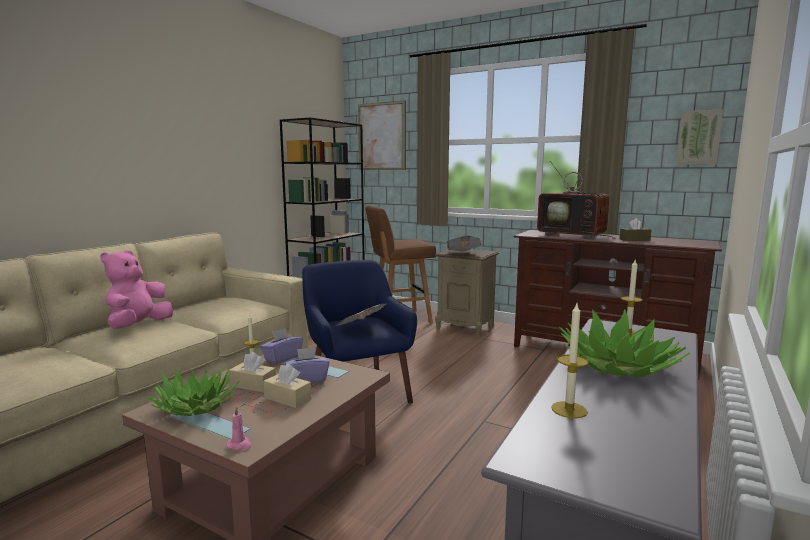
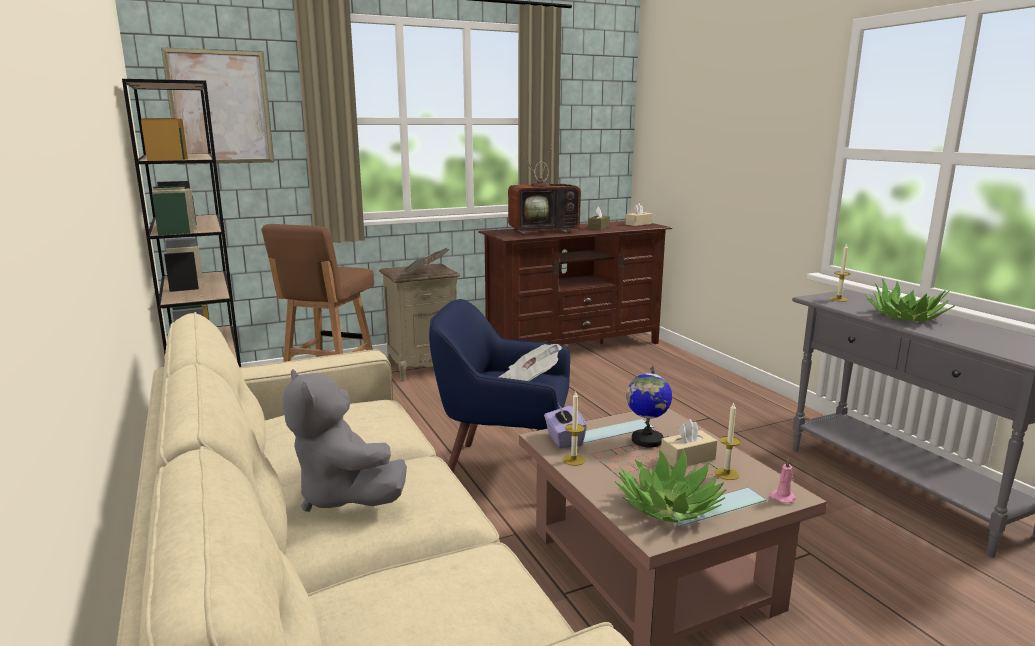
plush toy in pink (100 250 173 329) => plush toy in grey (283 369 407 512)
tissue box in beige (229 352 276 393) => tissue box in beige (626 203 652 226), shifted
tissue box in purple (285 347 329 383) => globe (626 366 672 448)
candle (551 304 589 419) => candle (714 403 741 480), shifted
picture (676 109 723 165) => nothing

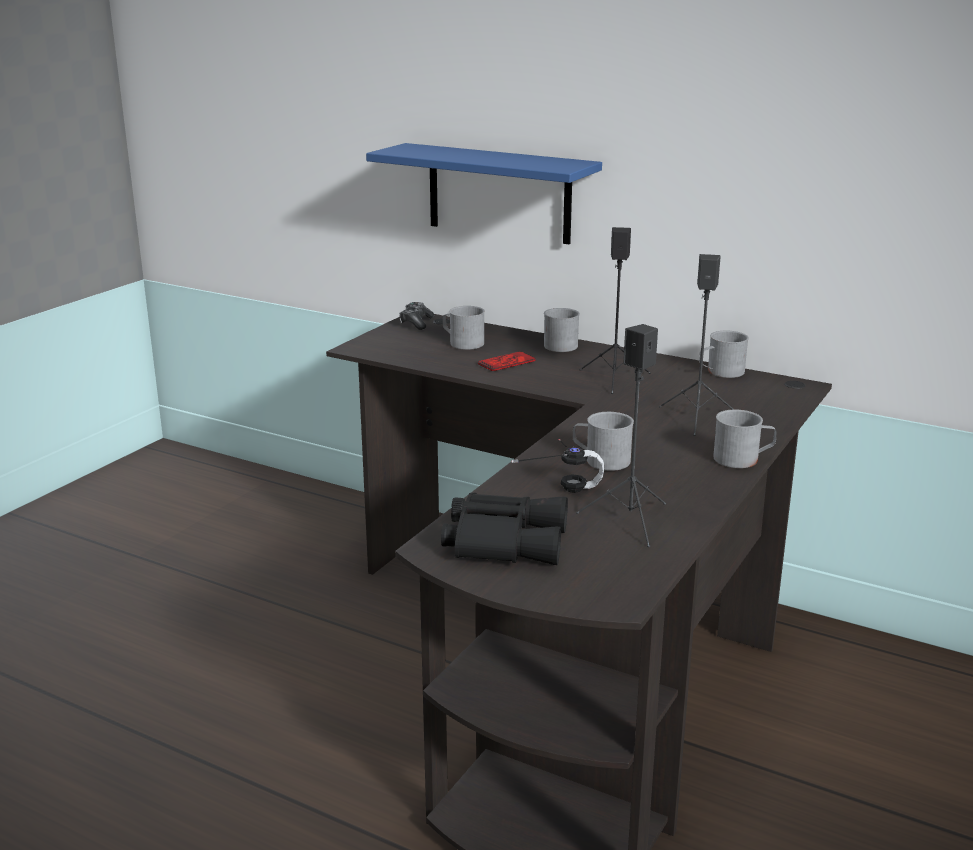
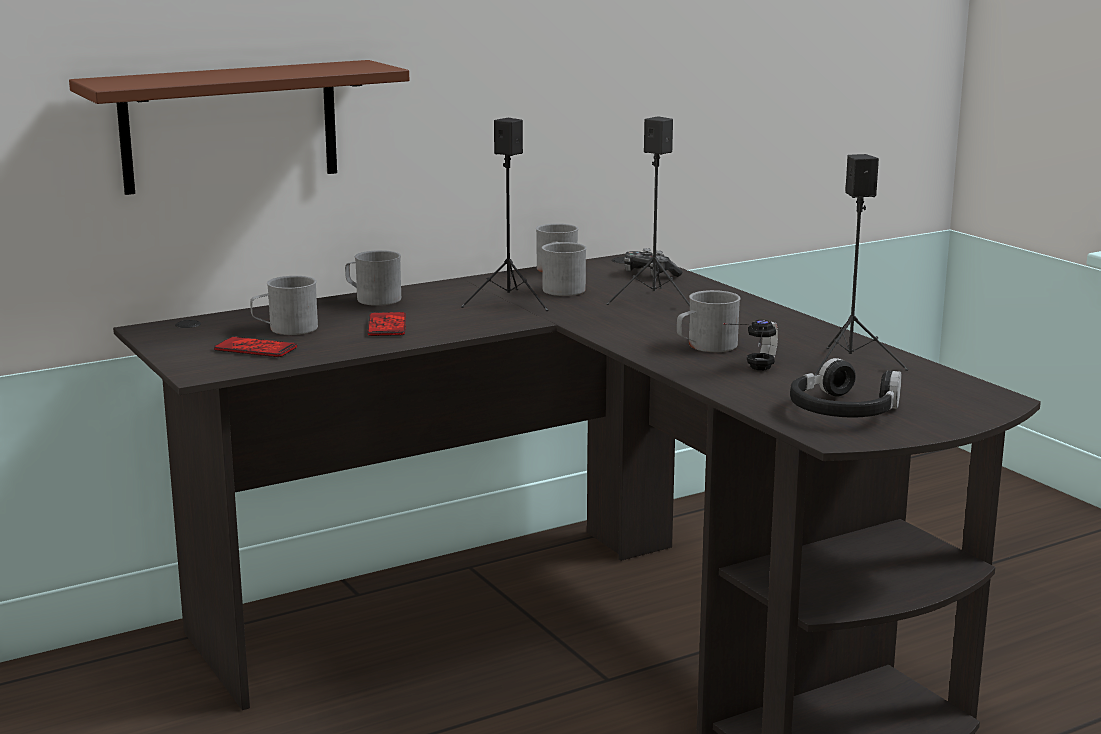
shelf in blue (366 143 602 244) => shelf in brown (69 60 409 195)
game controller (399 302 435 330) => game controller (624 248 682 277), shifted
binoculars in black (441 493 568 565) => headphones in black (790 358 901 417)
mug in grey (713 410 777 468) => mug in grey (542 242 587 296), shifted
nothing => phone (214 337 297 357)

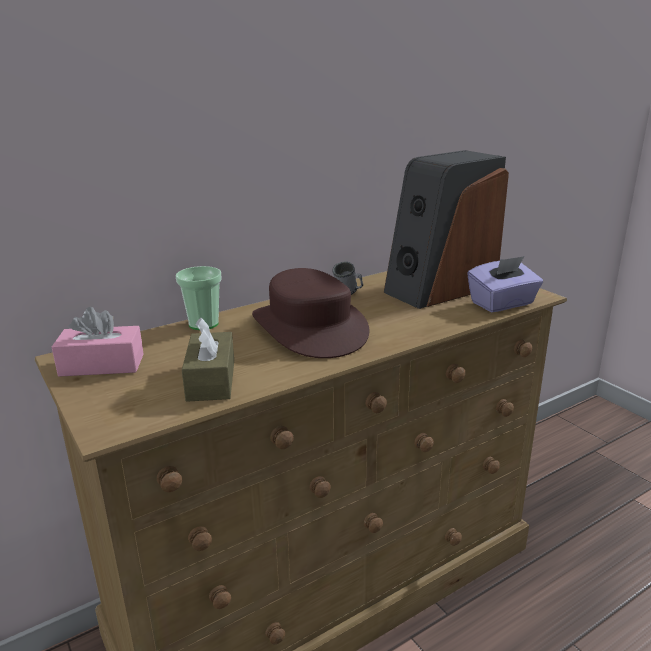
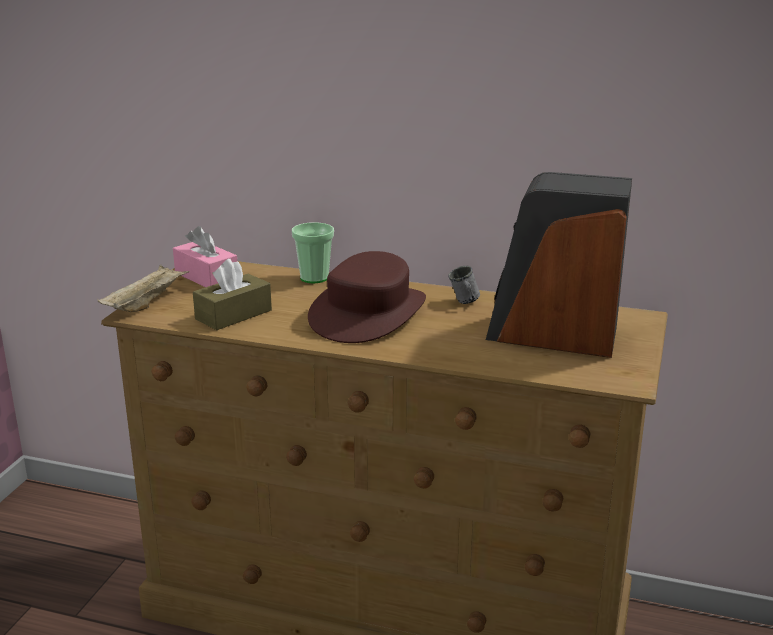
tissue box in purple (467 256 543 312) => nothing
nothing => tray in beige (98 265 190 312)

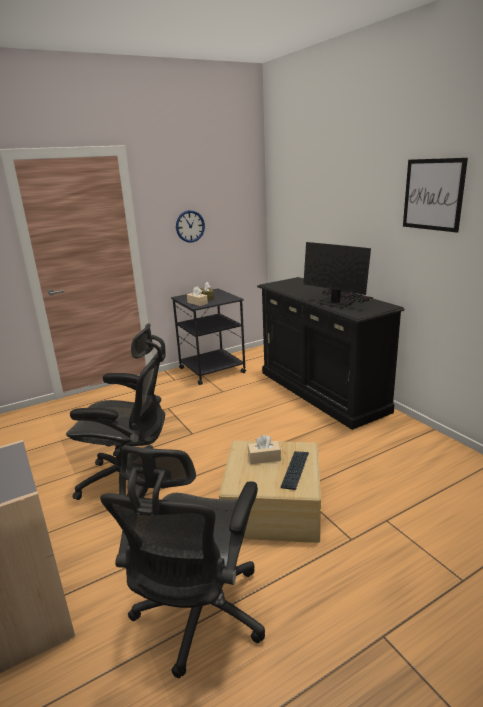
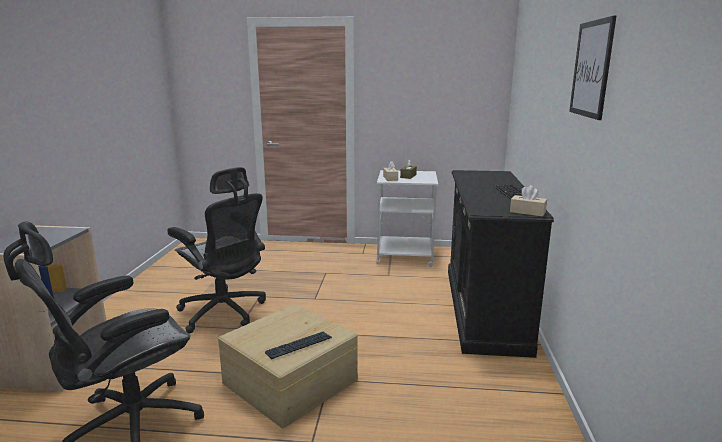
cart in black (171 288 246 385) => cart in white (377 170 438 267)
wall clock (176 210 205 242) => nothing
tissue box in beige (248 435 281 464) => tissue box in beige (510 185 547 217), shifted
monitor (303 242 371 308) => nothing

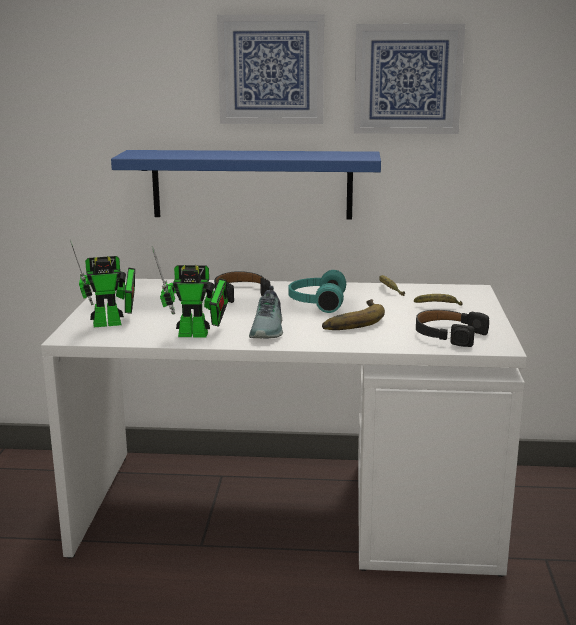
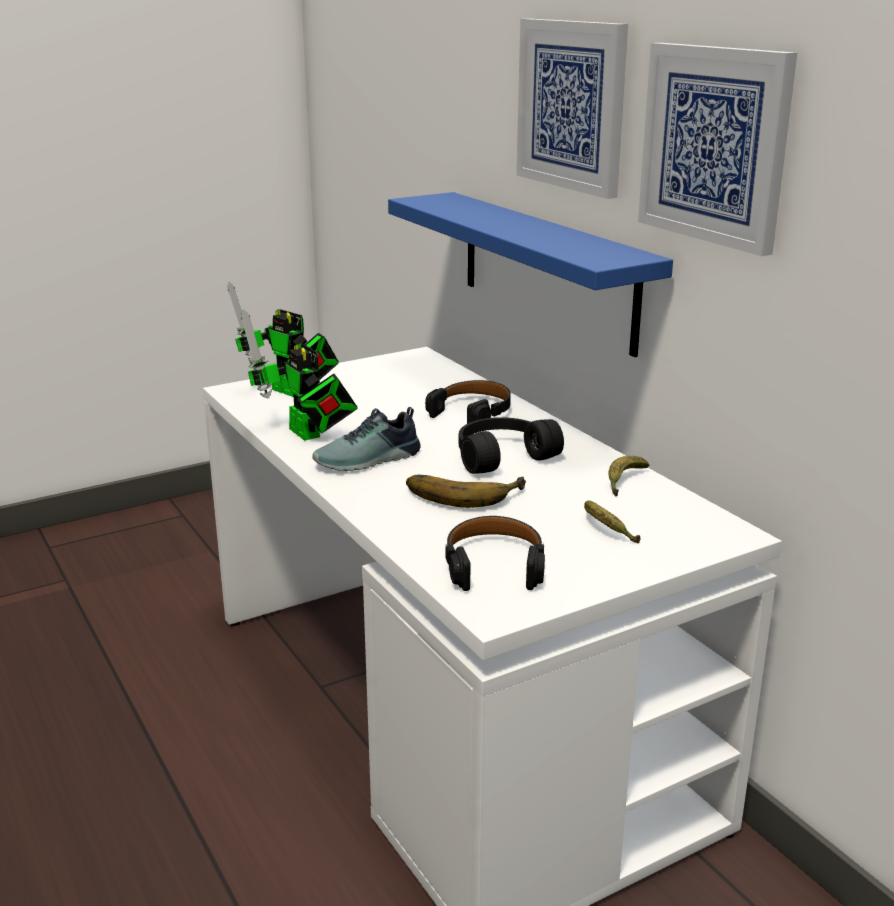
headphones in turquoise (288 270 346 313) => headphones in black (459 417 564 474)

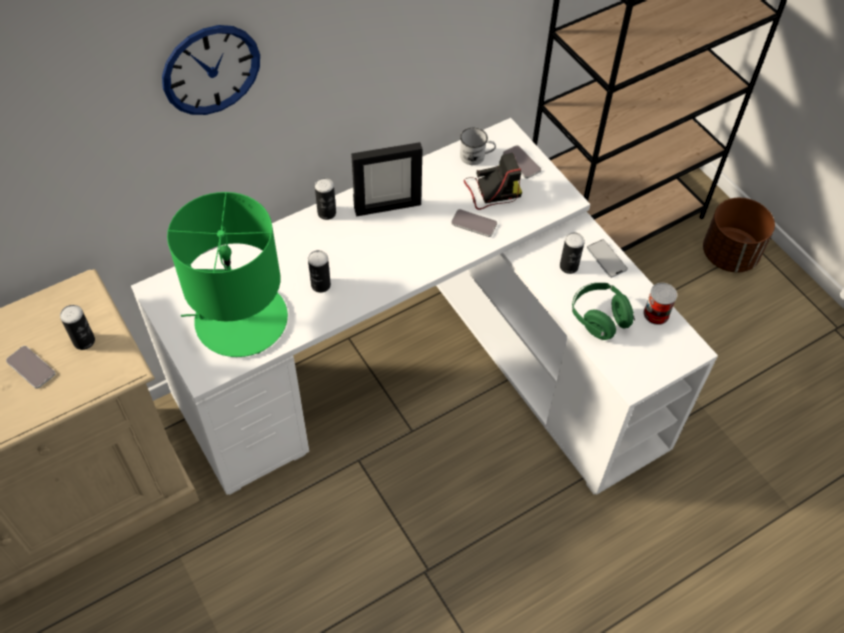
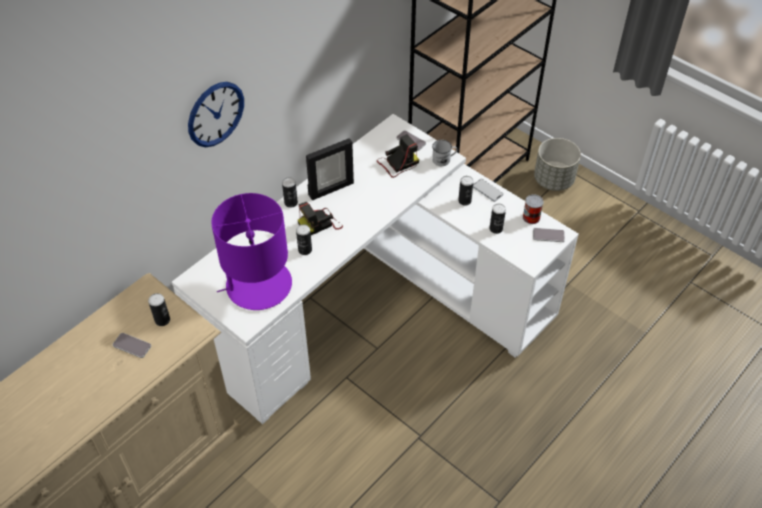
table lamp in green (167 192 288 357) => table lamp in purple (211 193 292 310)
phone (451 209 497 237) => phone (533 228 565 242), shifted
mug in white (460 128 496 165) => mug in white (432 140 458 166), shifted
headphones in green (572 283 635 340) => can (489 204 506 234)
planter in brown (703 198 775 273) => planter in grey (534 138 581 191)
nothing => photo camera (298 202 343 235)

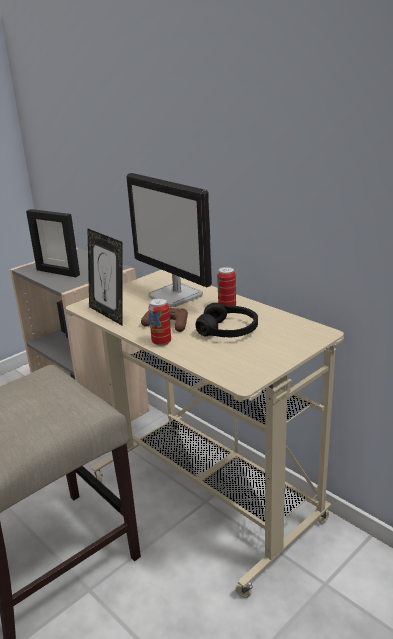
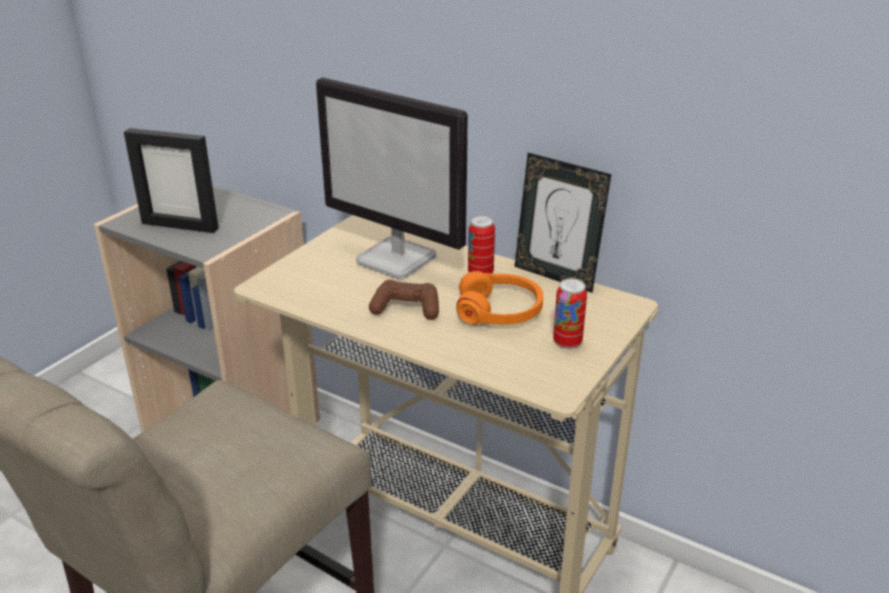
picture frame (87 228 123 326) => picture frame (514 153 611 293), shifted
can (149 298 171 346) => can (553 279 587 349), shifted
headphones in black (196 303 258 337) => headphones in orange (456 271 543 325)

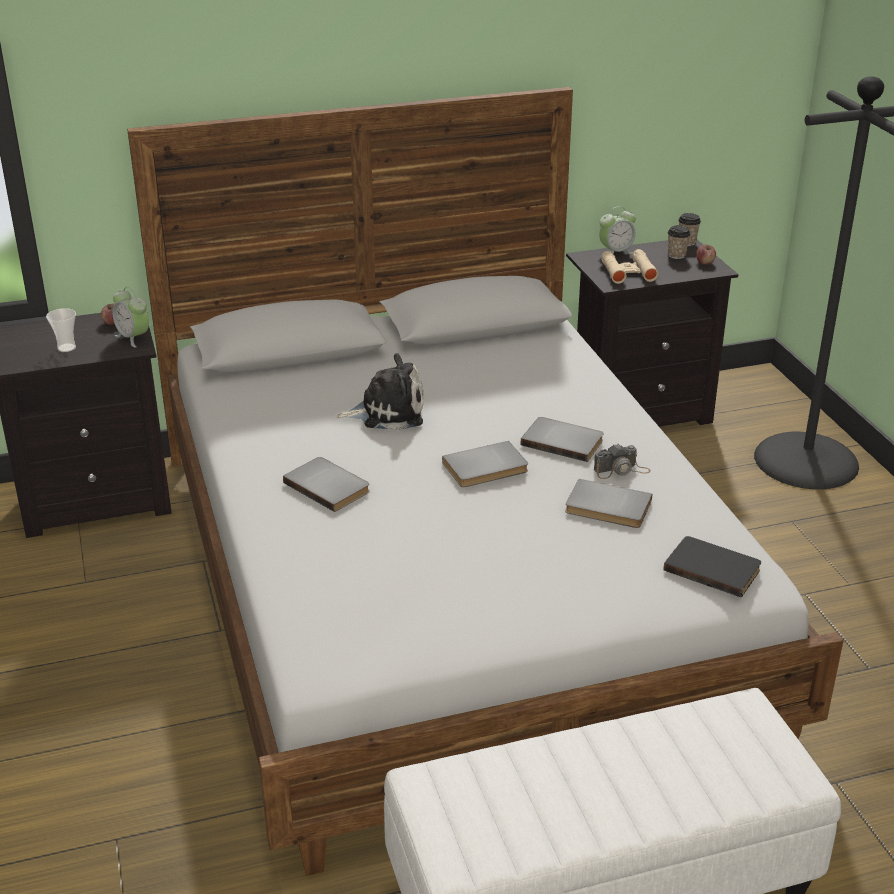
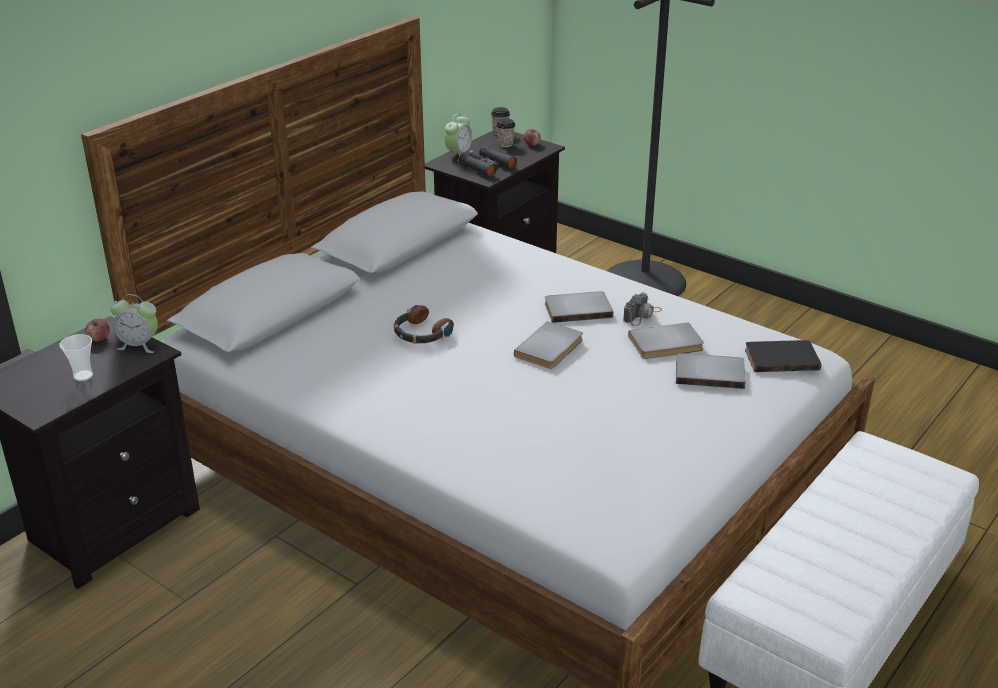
book in grey (283 457 370 512) => book in grey (676 353 746 389), shifted
plush toy (336 353 424 430) => headphones (394 305 454 344)
binoculars in beige (601 249 658 284) => binoculars in black (458 146 517 177)

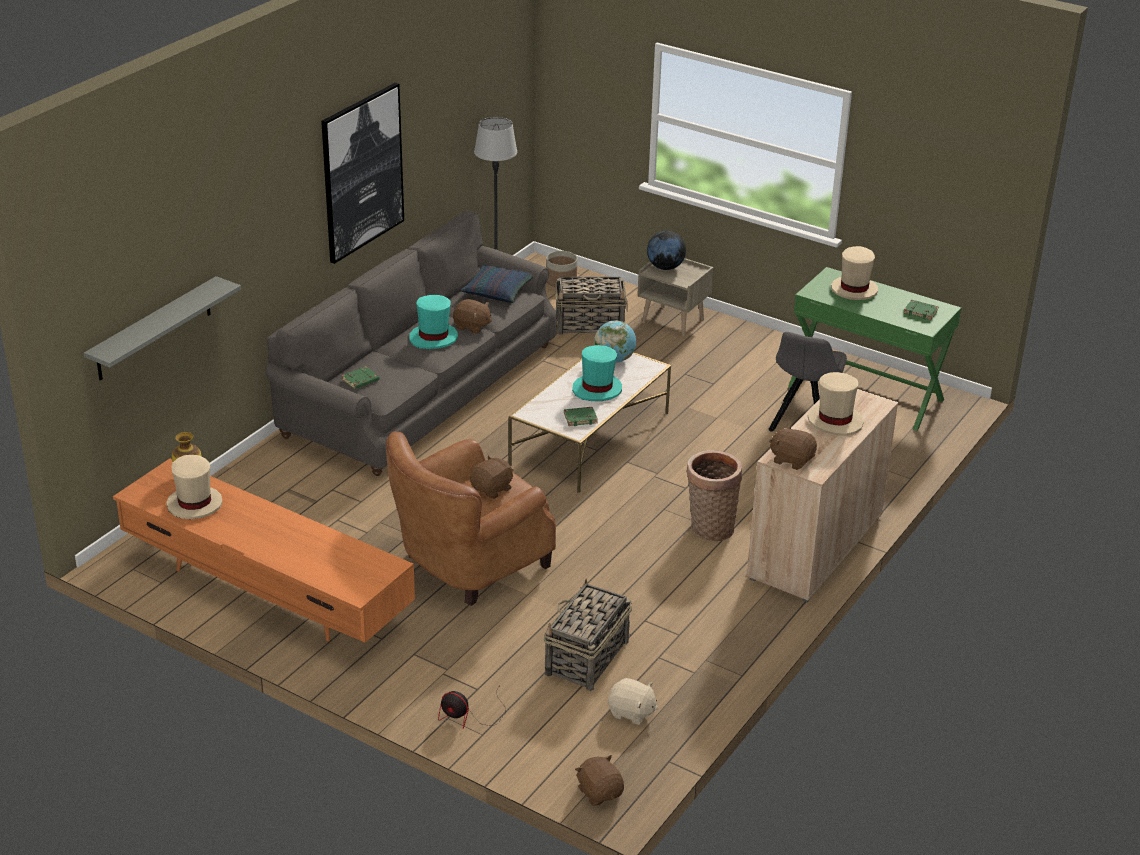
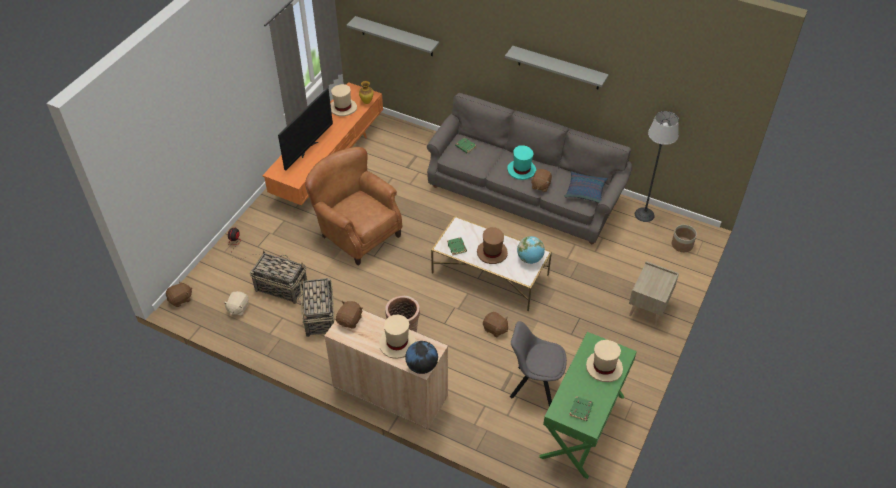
picture (321 83 404 264) => shelf in grey (505 46 609 89)
plush toy in brown (470 455 514 499) => plush toy in brown (483 312 508 338), shifted
basket (555 277 628 335) => basket (298 278 334 337), shifted
hat in turquoise (572 345 622 401) => hat in brown (477 227 508 264)
globe (647 231 686 270) => globe (405 341 438 374), shifted
nothing => television (278 88 333 171)

